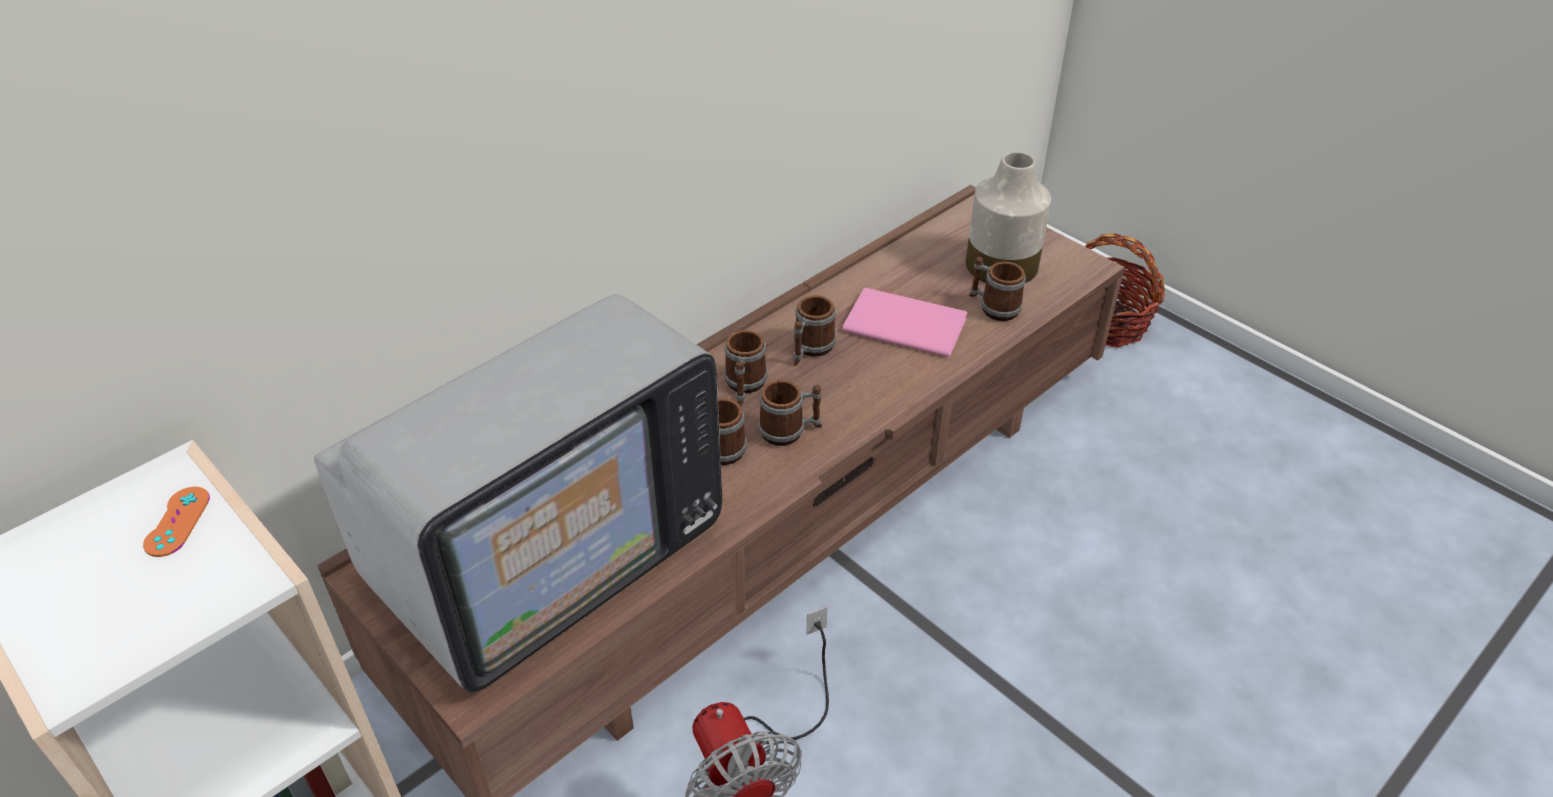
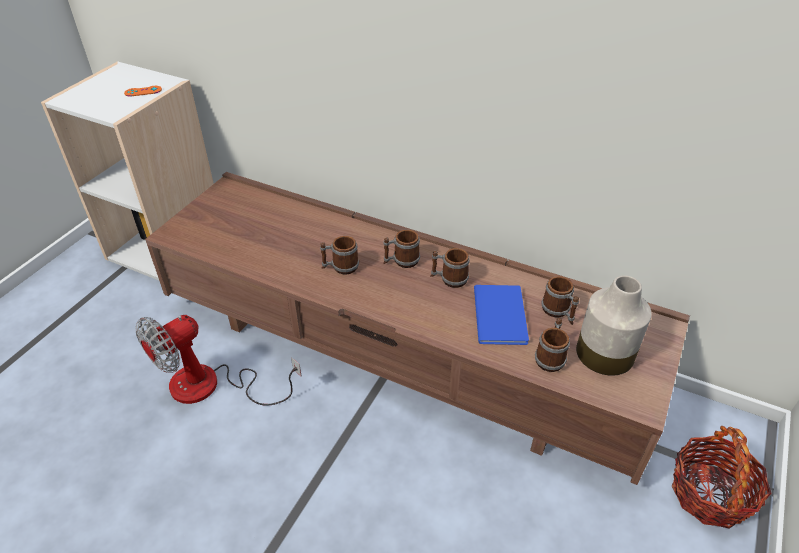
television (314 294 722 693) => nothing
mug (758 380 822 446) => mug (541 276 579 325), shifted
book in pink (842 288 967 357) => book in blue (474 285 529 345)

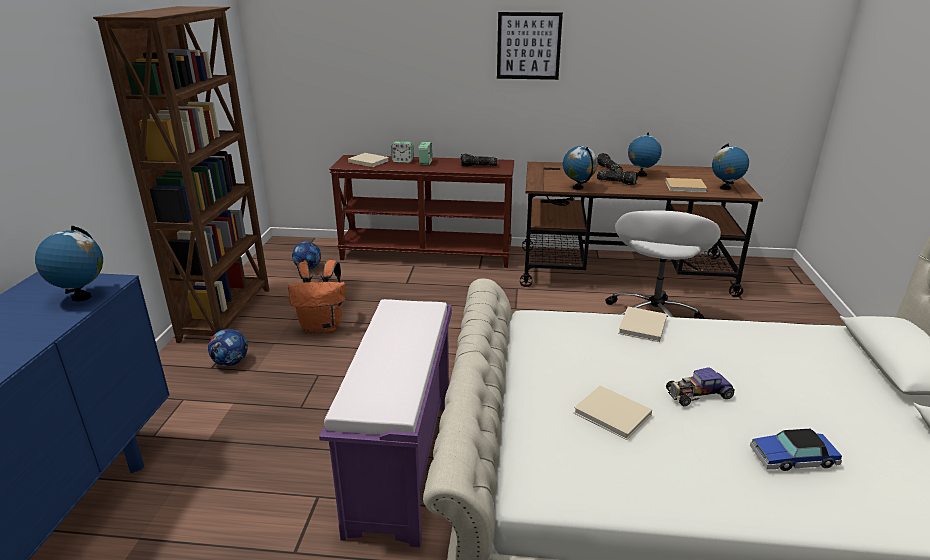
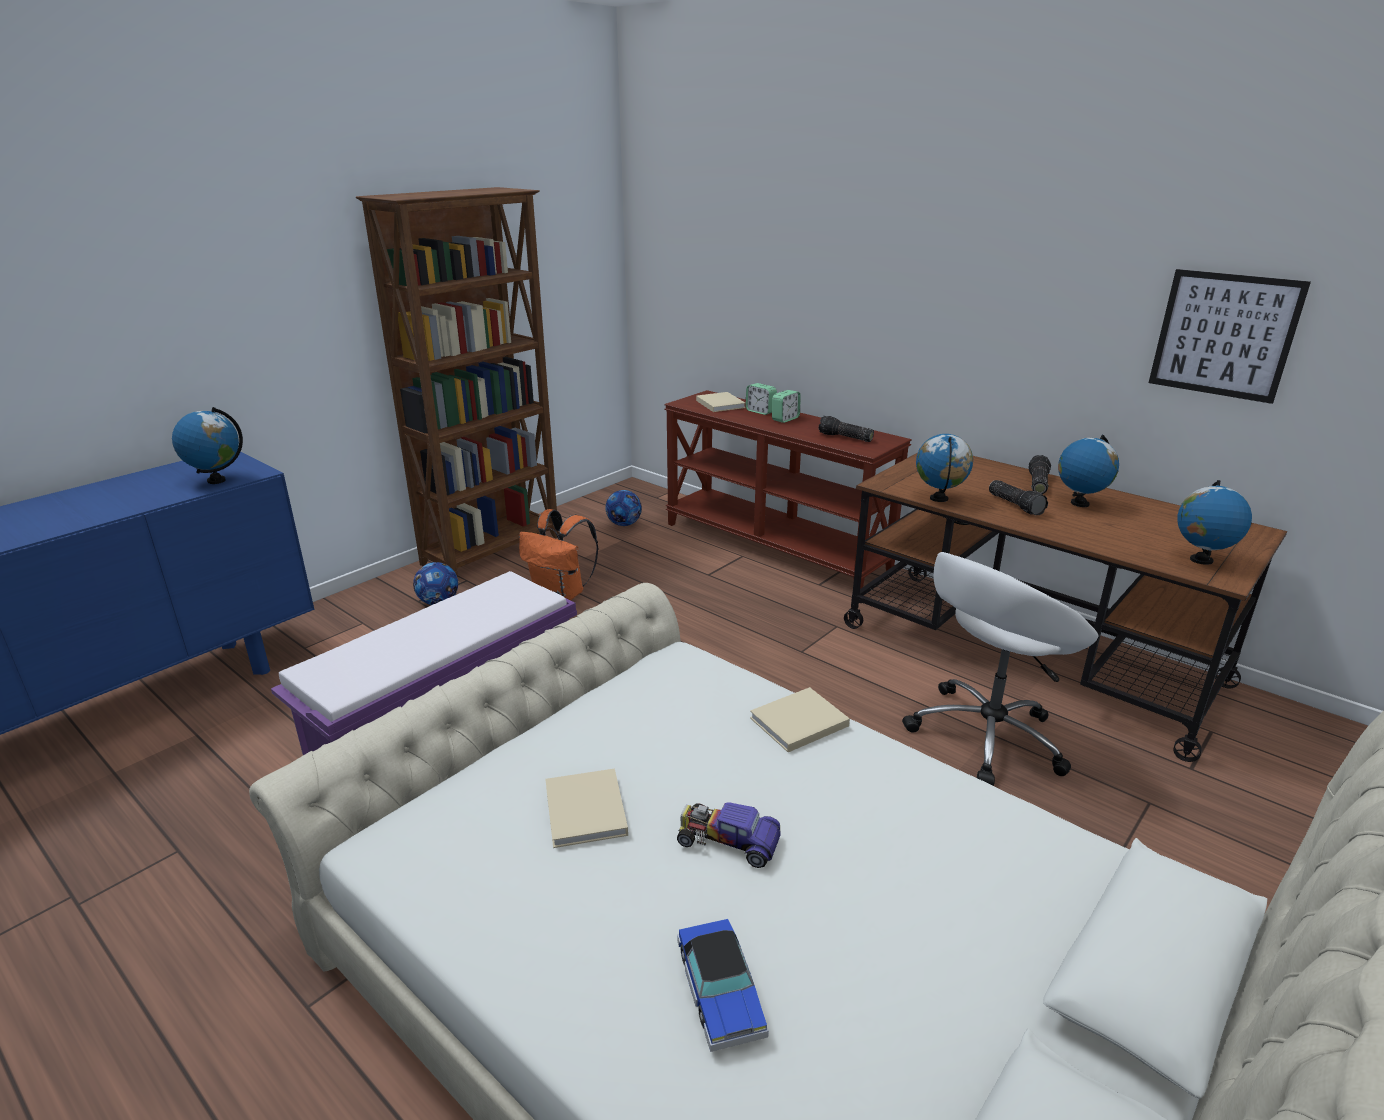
picture (497 12 563 80) => picture (1149 269 1311 404), shifted
book in beige (665 178 707 192) => nothing
toy car (750 429 842 471) => toy car (677 919 769 1052), 135 degrees counterclockwise

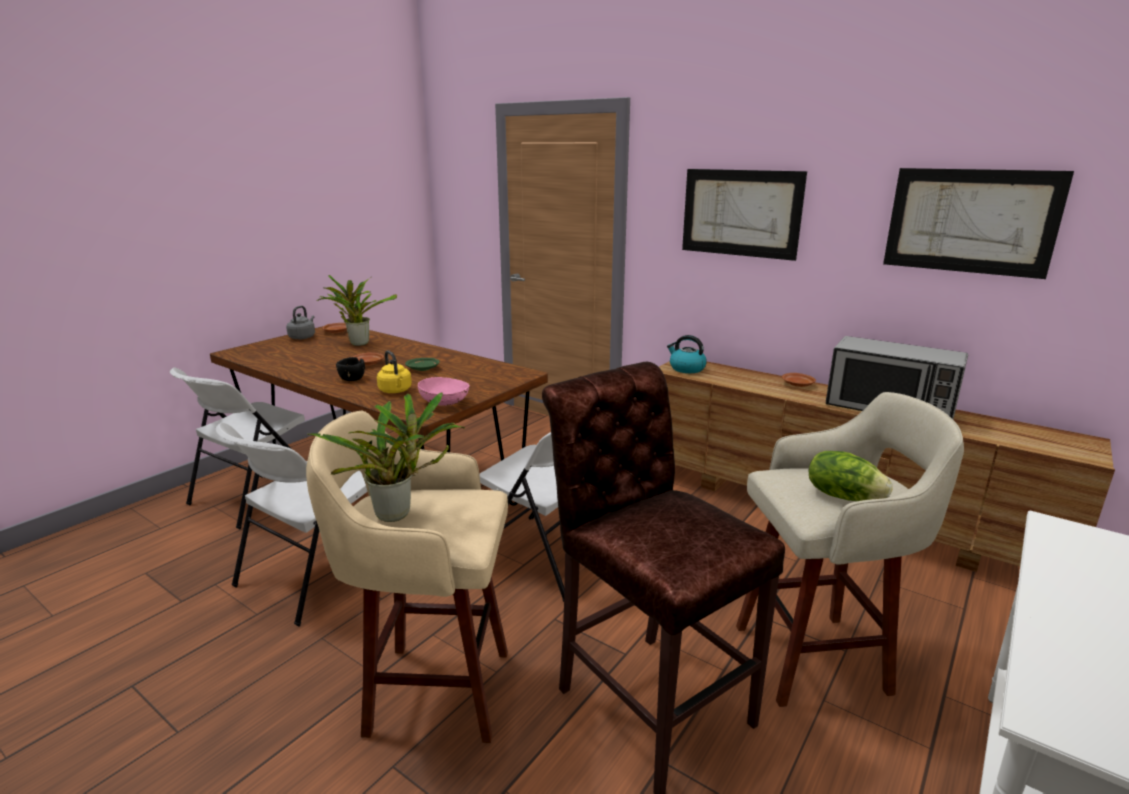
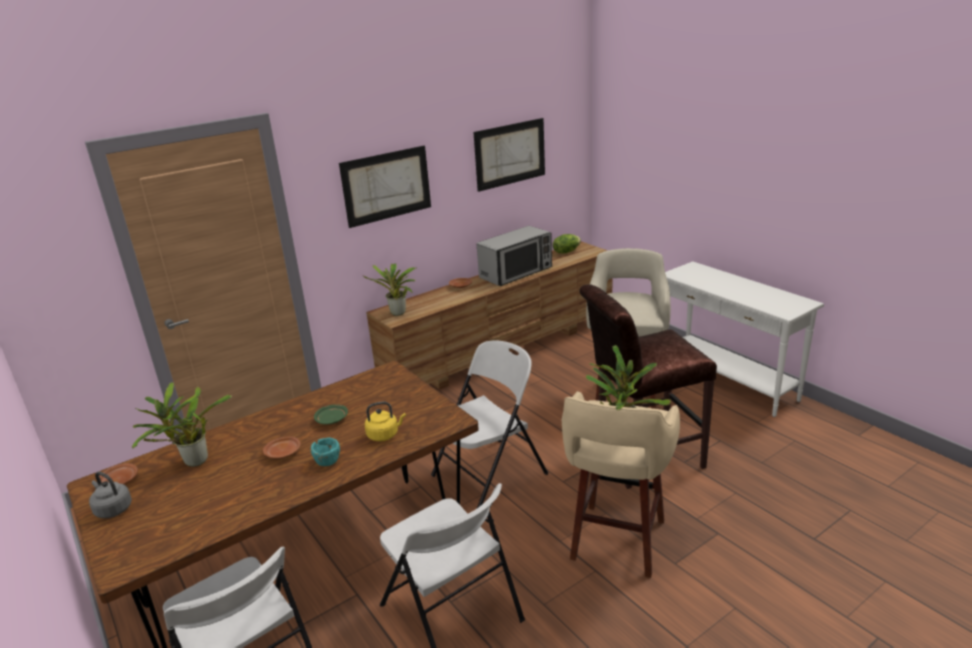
bowl in black (336 357 365 381) => bowl in turquoise (311 438 340 466)
bowl in pink (418 377 469 406) => nothing
kettle (667 335 707 373) => potted plant (362 264 417 316)
lettuce (809 451 893 501) => lettuce (553 234 581 253), shifted

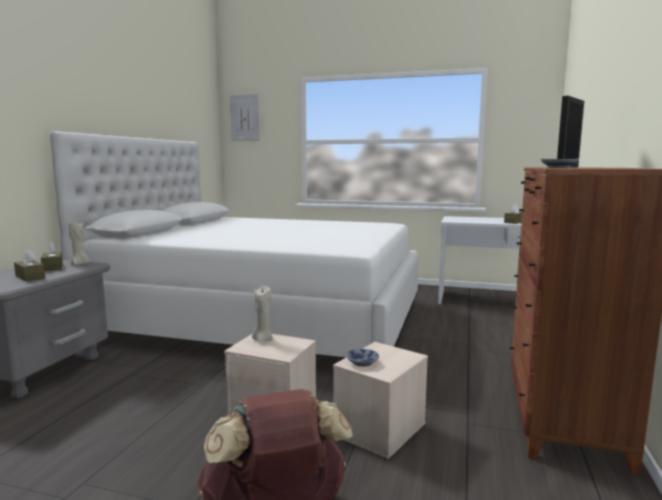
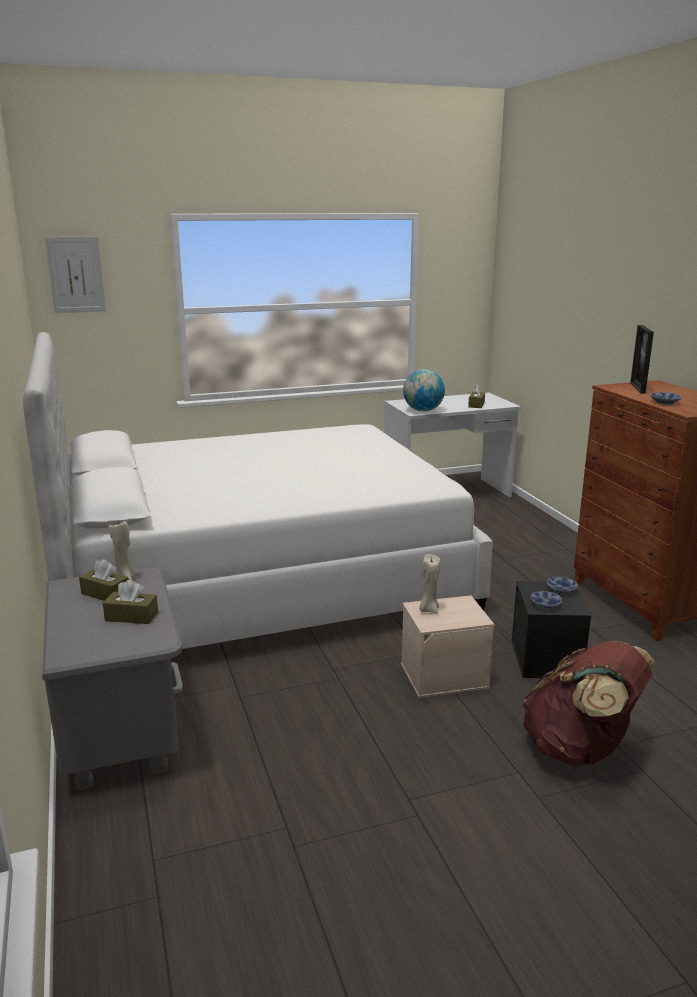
storage box in beige (333 342 428 459) => storage box in black (511 581 591 678)
nothing => globe (403 369 445 411)
nothing => bowl (547 577 578 594)

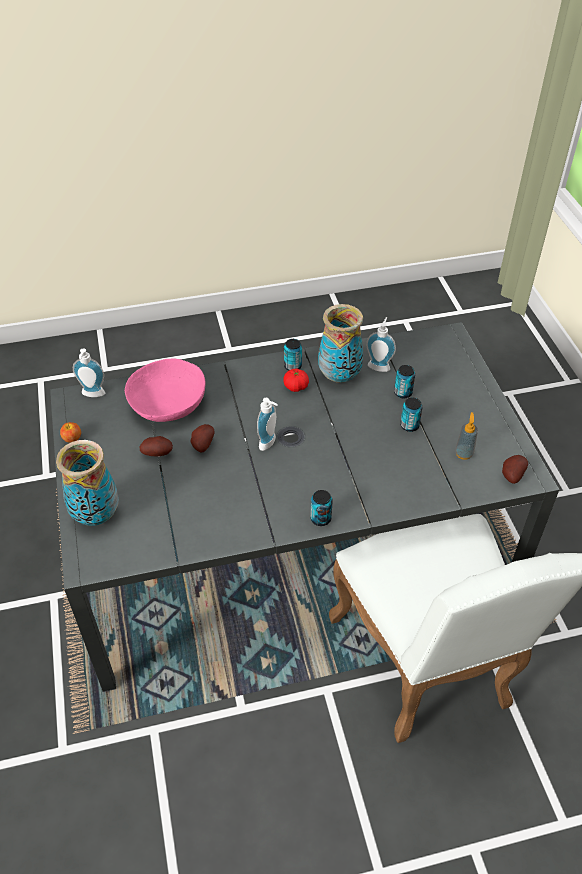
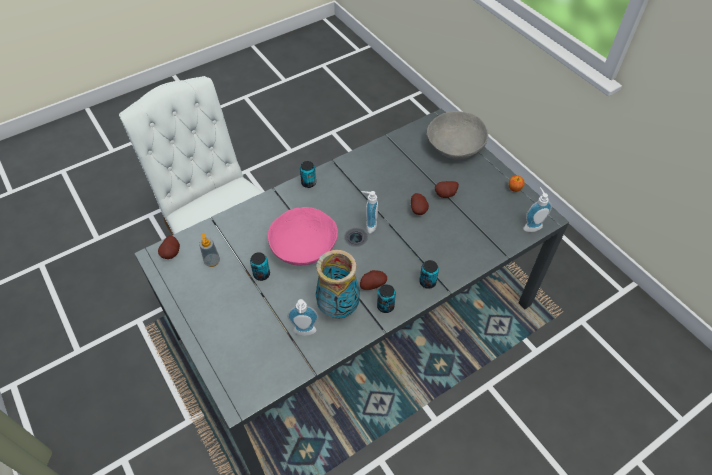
vase (56 440 119 526) => bowl in grey (427 111 488 160)
bowl in pink (125 359 205 422) => bowl in pink (268 207 338 266), shifted
tomato (283 368 309 392) => potato (360 270 387 290)
can (394 365 415 398) => can (419 260 439 289), shifted

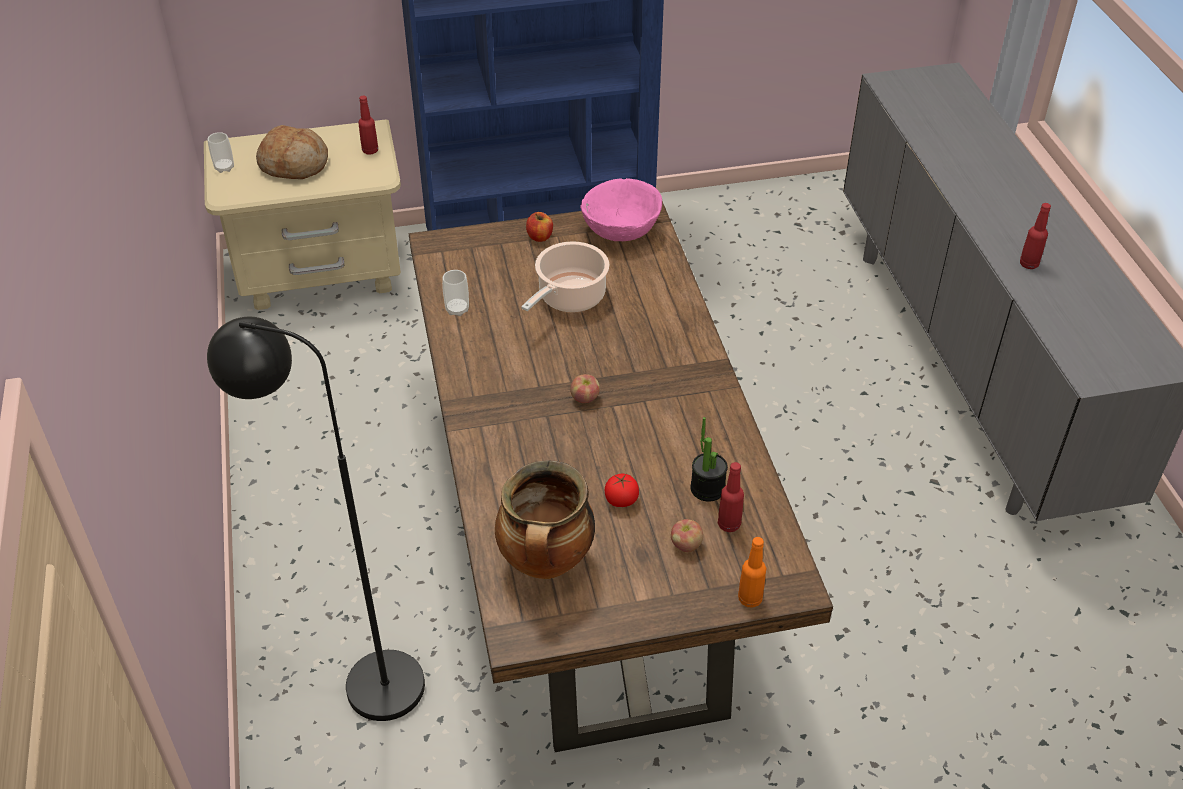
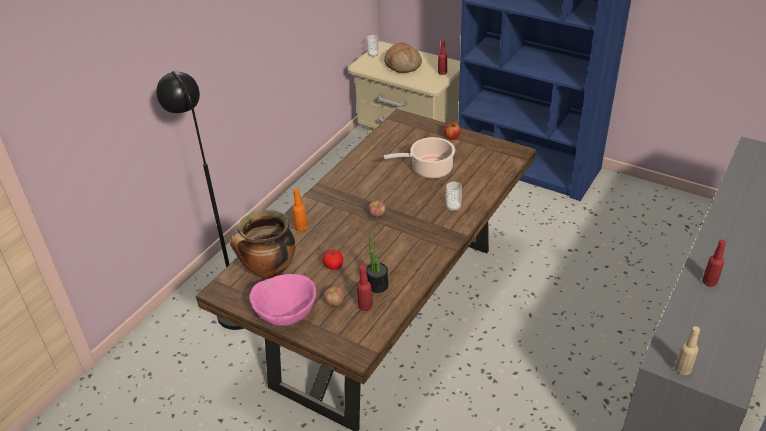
cup (442 270 469 316) => cup (446 182 462 211), shifted
bowl in pink (580 178 662 241) => bowl in pink (249 274 316 326), shifted
bottle in orange (738 537 767 608) => bottle in orange (293 188 308 231), shifted
nothing => bottle in beige (675 326 700 375)

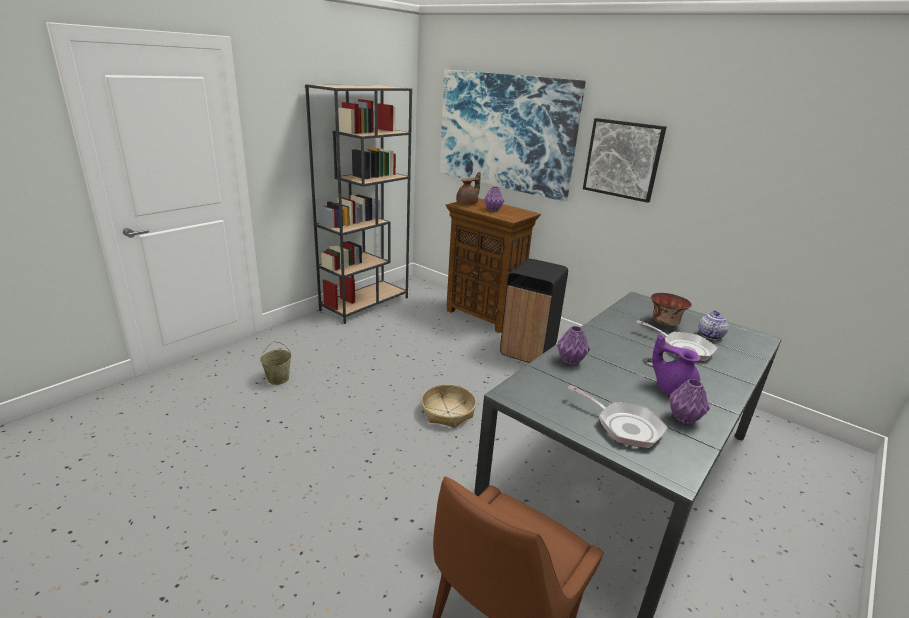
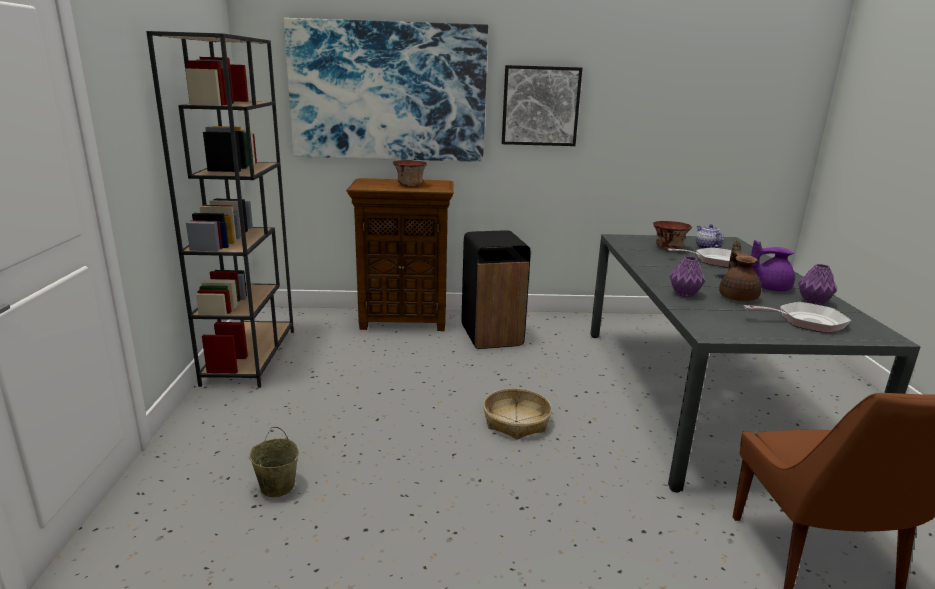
teapot in brown (456 172 481 205) => teapot in brown (719 240 761 301), shifted
vase in purple (484 187 504 211) => bowl (393 160 428 186)

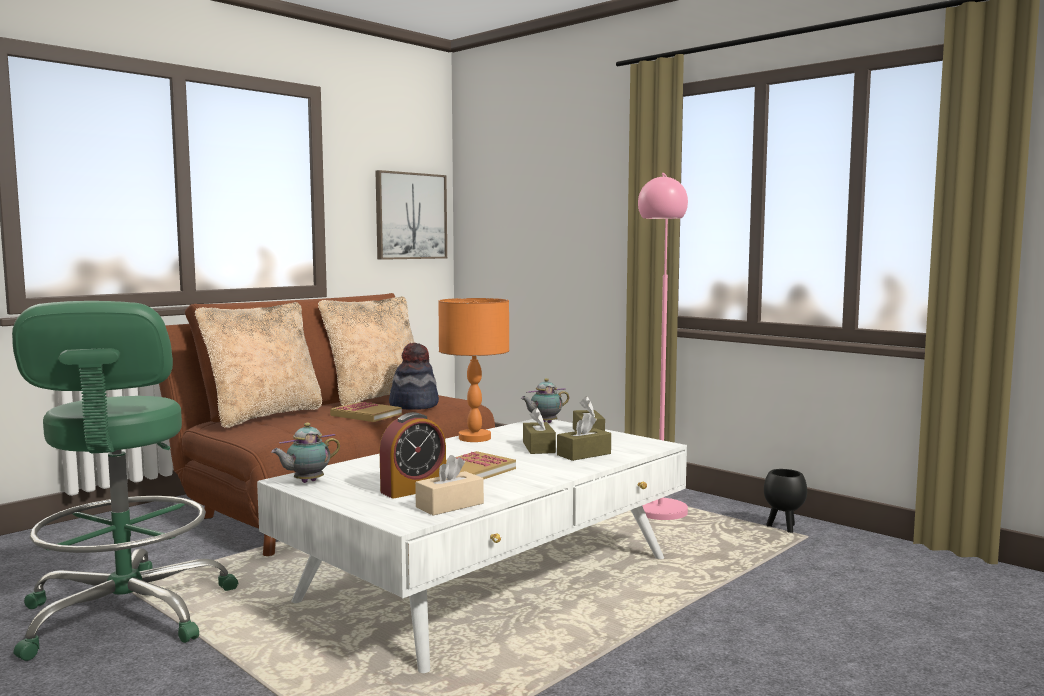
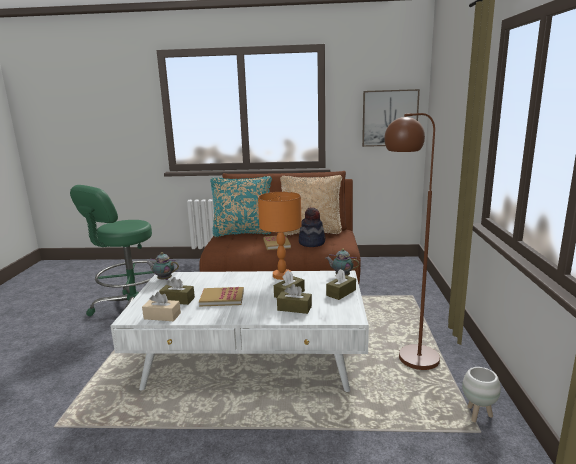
pillow in beige (194 302 322 428) => pillow in turquoise (210 176 272 237)
alarm clock (380 412 446 499) => tissue box in brown (159 277 195 305)
floor lamp in pink (638 173 688 520) => floor lamp in brown (384 113 440 370)
planter in black (764 469 807 533) => planter in white (462 367 501 422)

